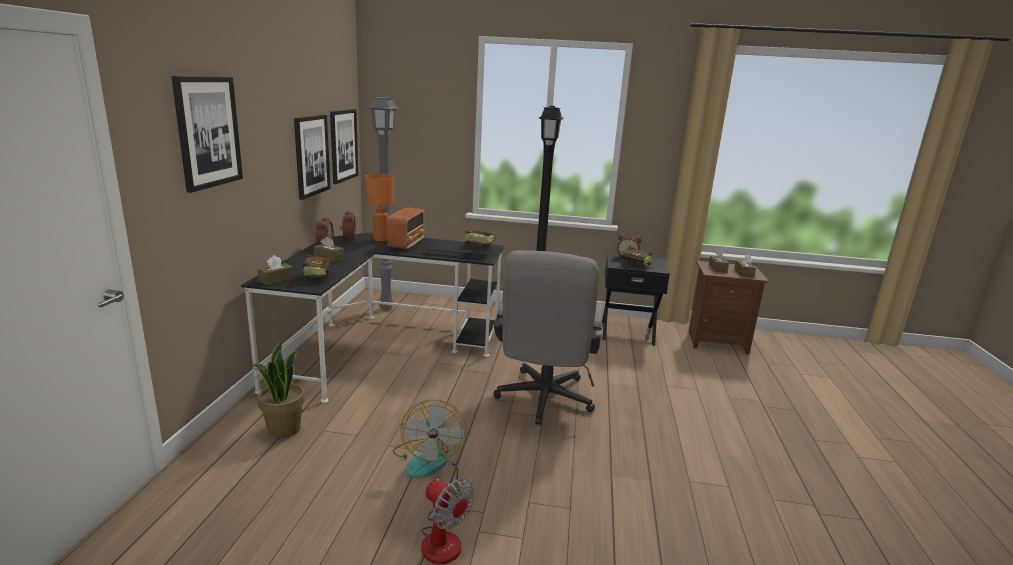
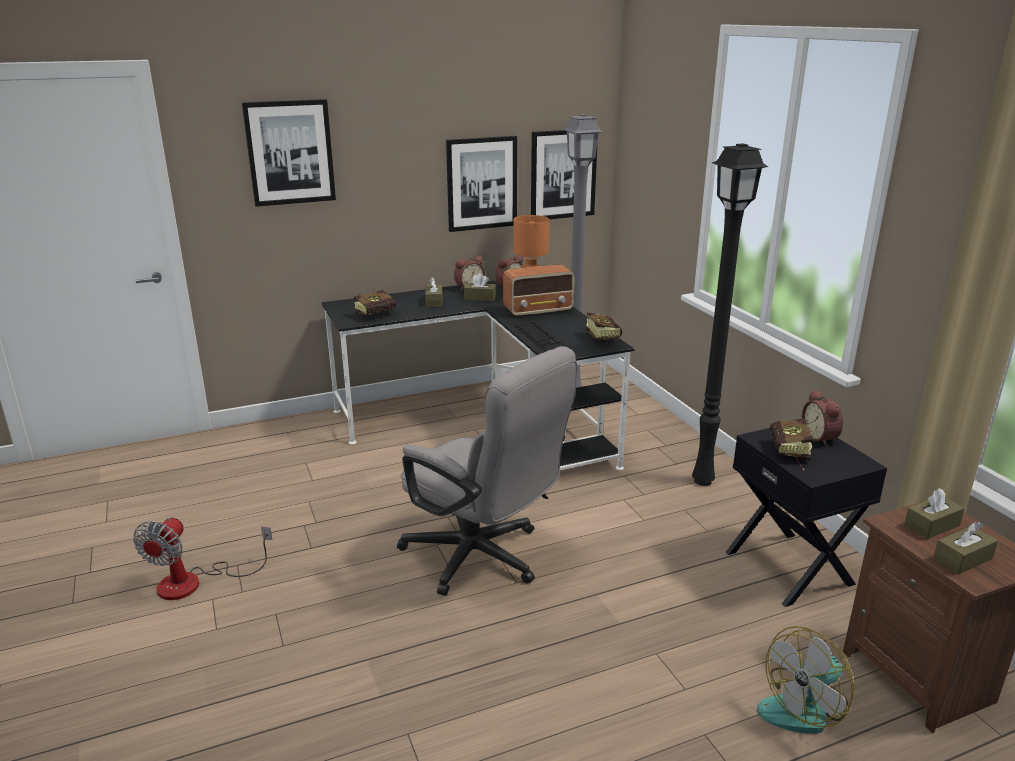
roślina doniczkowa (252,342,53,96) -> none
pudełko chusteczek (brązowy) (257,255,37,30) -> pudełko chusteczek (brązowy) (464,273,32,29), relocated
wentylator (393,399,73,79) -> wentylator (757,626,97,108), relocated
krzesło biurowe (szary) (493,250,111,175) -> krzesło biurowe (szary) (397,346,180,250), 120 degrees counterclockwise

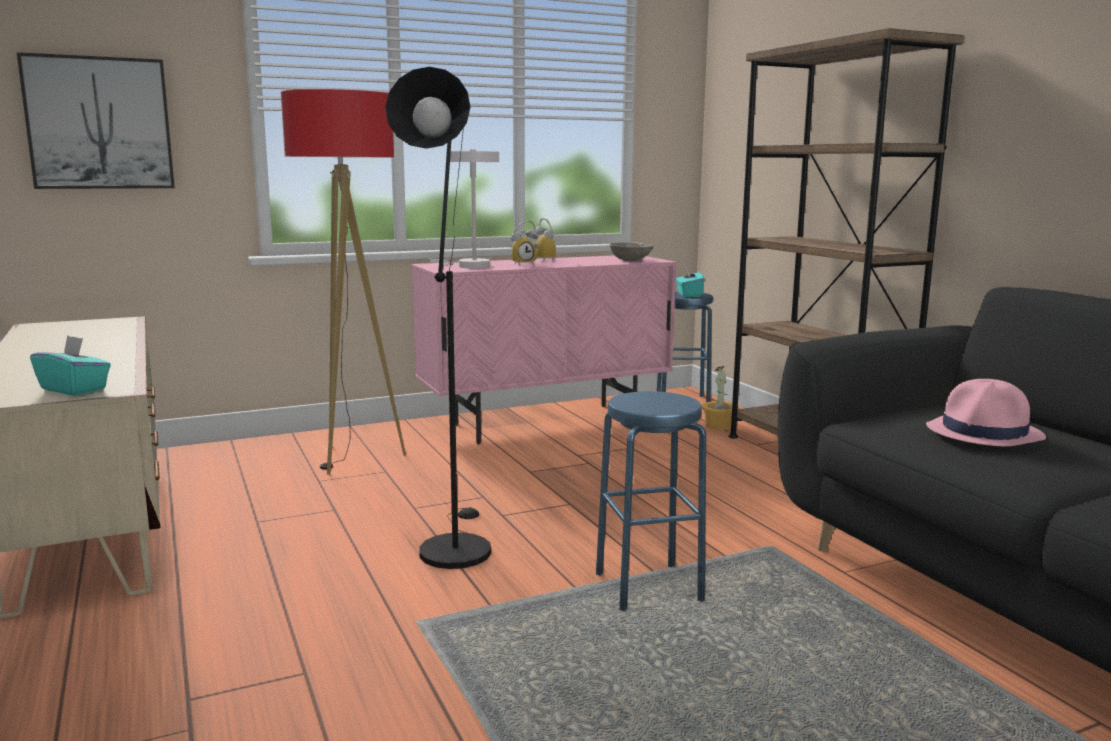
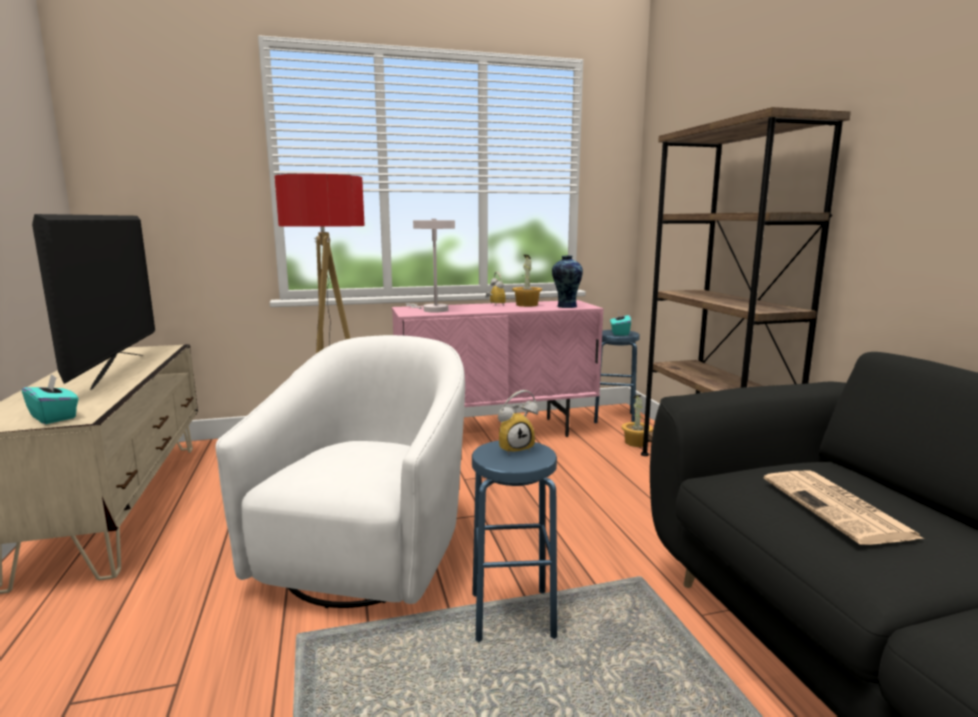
obraz (17,52,158,137) -> none
none -> telewizor (32,214,123,176)
none -> roślina doniczkowa (512,255,30,52)
budzik (511,220,27,45) -> budzik (498,390,41,65), relocated
lampa stojąca (czarny) (385,67,106,502) -> fotel (biały) (216,335,249,273)
miska (szary) (610,243,44,18) -> wazon (552,255,31,53)
kapelusz (różowy) (926,379,120,67) -> gazeta (764,470,160,75)

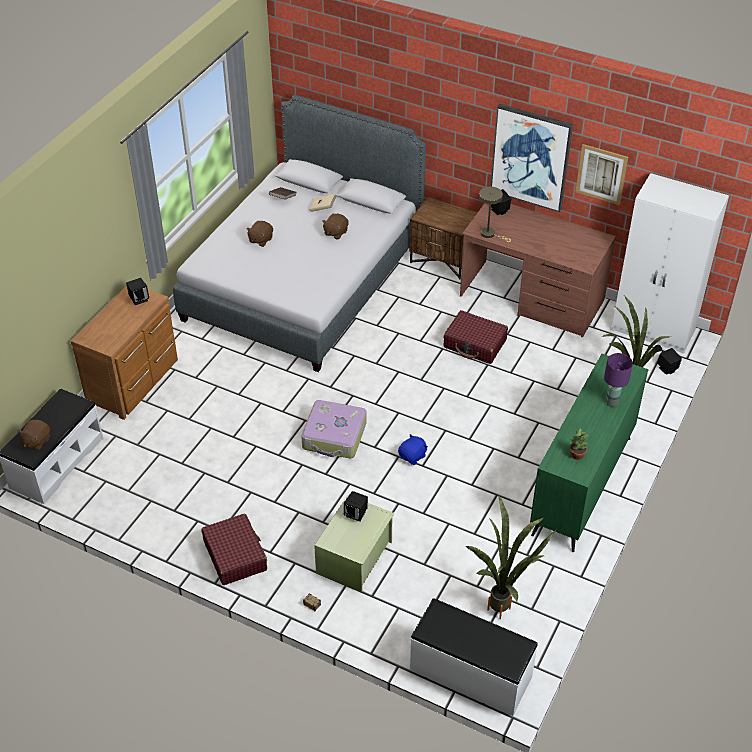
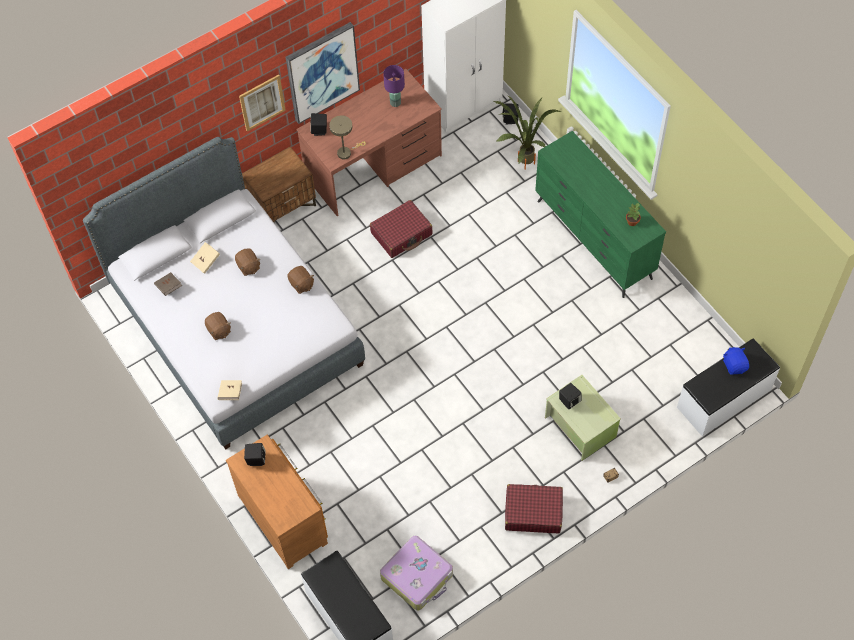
roślina doniczkowa (465,496,92,123) -> none
none -> książka (beżowy) (217,380,25,20)
pluszak (brązowy) (18,420,32,30) -> pluszak (brązowy) (287,266,27,28), relocated
walizka (301,400,65,58) -> walizka (380,536,73,74), relocated
pluszak (niebieski) (398,434,30,31) -> pluszak (niebieski) (723,347,26,28), relocated
obraz (576,144,52,61) -> obraz (239,74,47,58), relocated
lampa stołowa (fioletowy) (604,353,29,54) -> lampa stołowa (fioletowy) (383,65,22,42), relocated

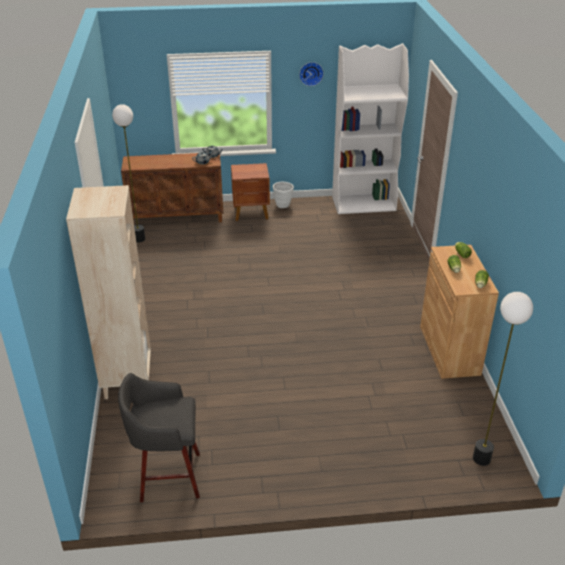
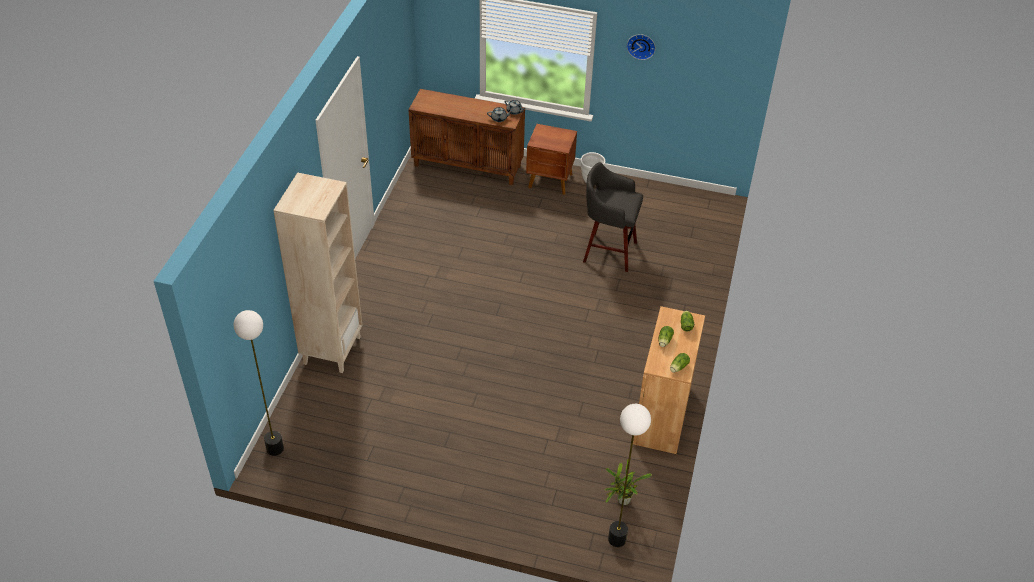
regał (biały) (332,43,77,171) -> none
none -> roślina doniczkowa (605,459,47,46)
lampa stojąca (112,104,33,139) -> lampa stojąca (234,310,50,146), relocated
stołek (szary) (118,373,82,129) -> stołek (szary) (583,162,60,110), relocated

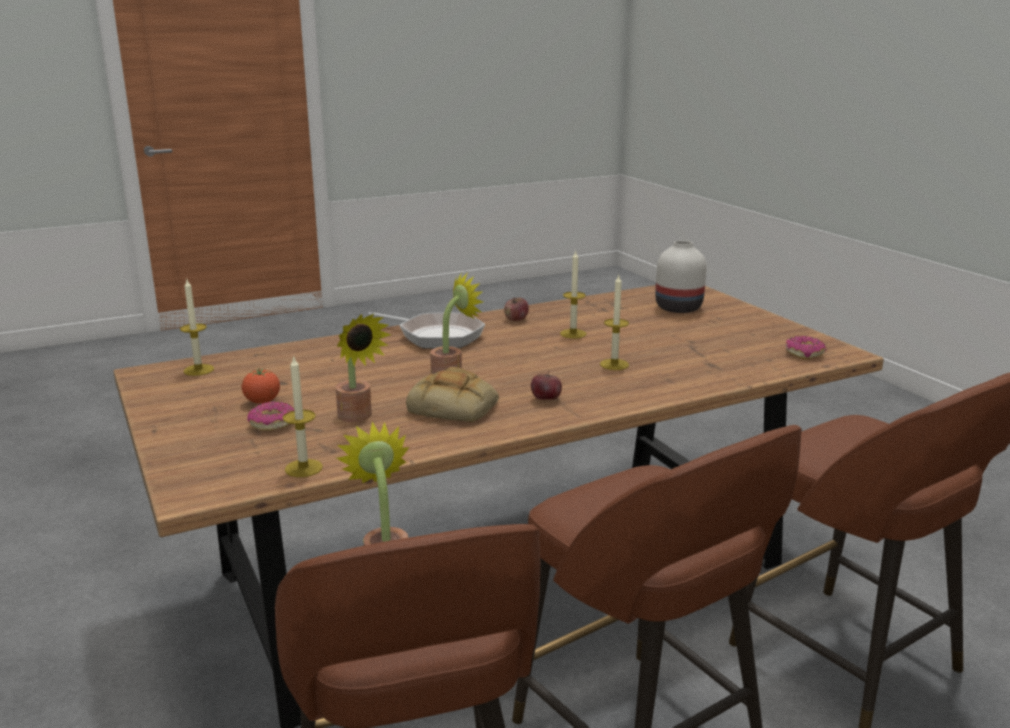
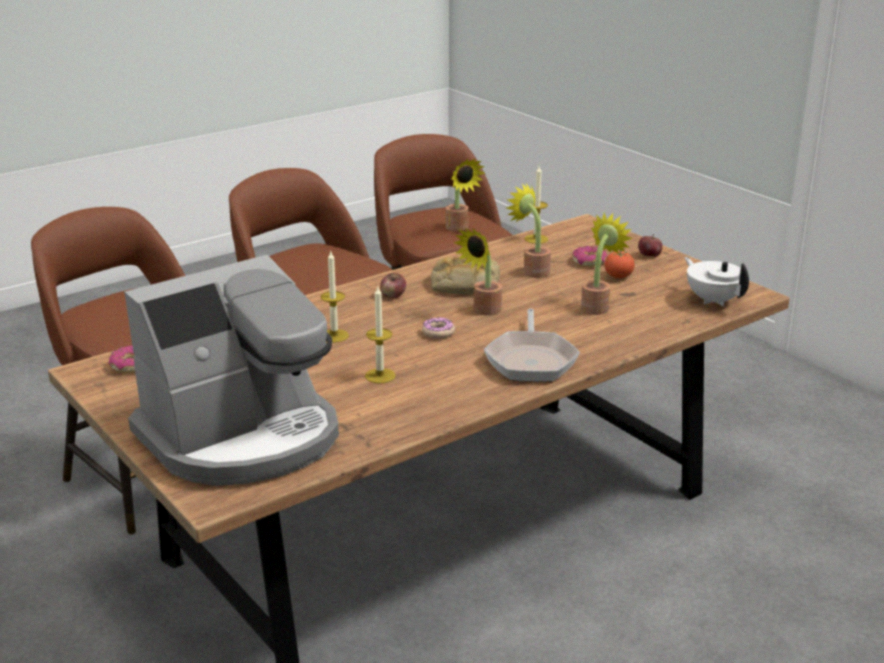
none -> donut (422,317,33,22)
none -> roślina doniczkowa (581,212,51,103)
jabłko (504,297,25,24) -> jabłko (638,234,25,23), relocated
świeca (180,279,34,97) -> imbryk (biały) (685,257,64,49)
wazon (biały) (655,240,52,73) -> ekspres do kawy (124,255,215,231)
patelnia (368,312,117,37) -> patelnia (484,309,96,73), 105 degrees counterclockwise

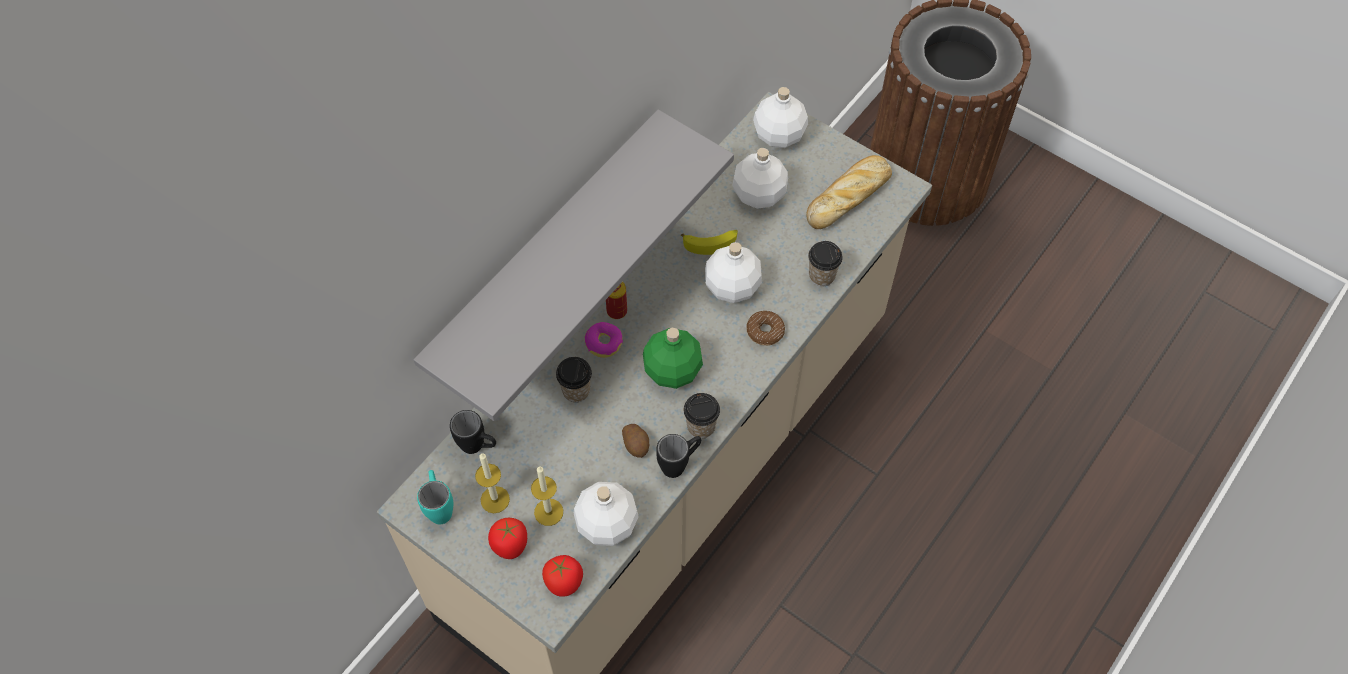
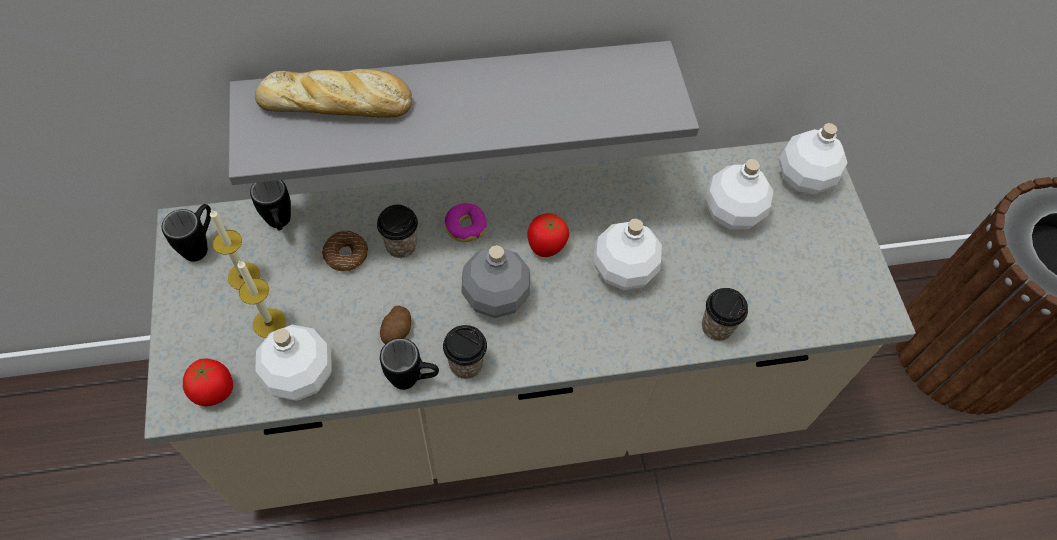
puszka (606,282,21,37) -> none
banan (681,230,57,25) -> none
pomidor (488,518,39,41) -> pomidor (527,213,42,44), relocated
donut (746,311,39,35) -> donut (322,231,46,41), relocated
chleb (806,155,86,74) -> chleb (254,69,158,48), relocated
kubek (turkusowy) (417,470,36,54) -> kubek (czarny) (162,204,49,57)
butelka (zielony) (643,328,60,61) -> butelka (szary) (461,245,69,73)

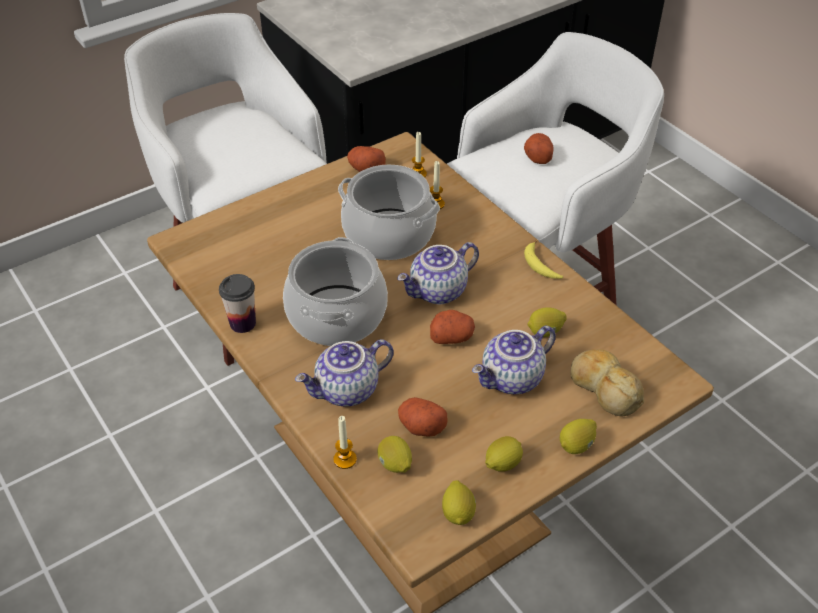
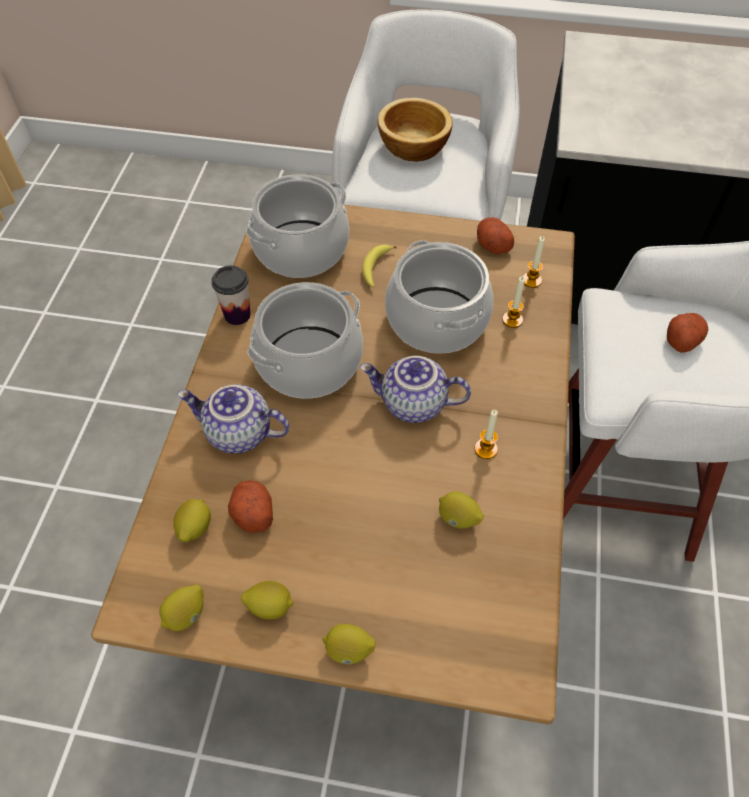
ziemniak (430,310,45,34) -> none
imbryk (472,326,84,68) -> none
chleb (570,349,74,68) -> none
none -> garnek (246,174,103,104)
none -> miska (378,98,75,64)
świeca (333,416,24,53) -> świeca (474,410,24,49), relocated
banan (524,241,39,38) -> banan (362,245,35,42), relocated

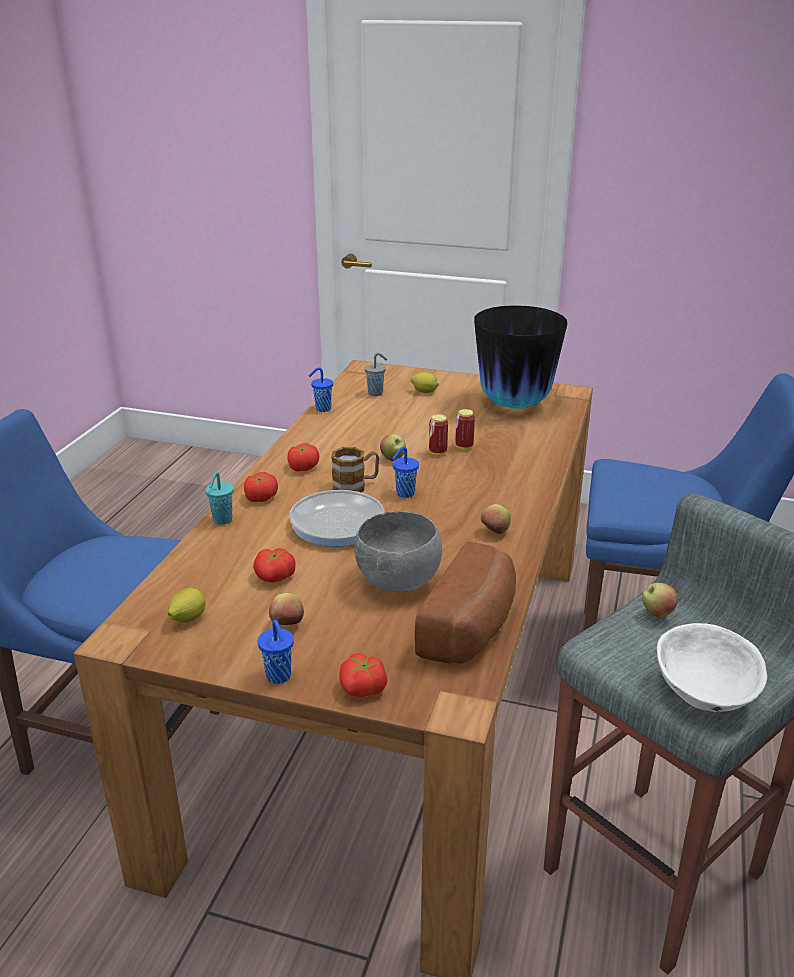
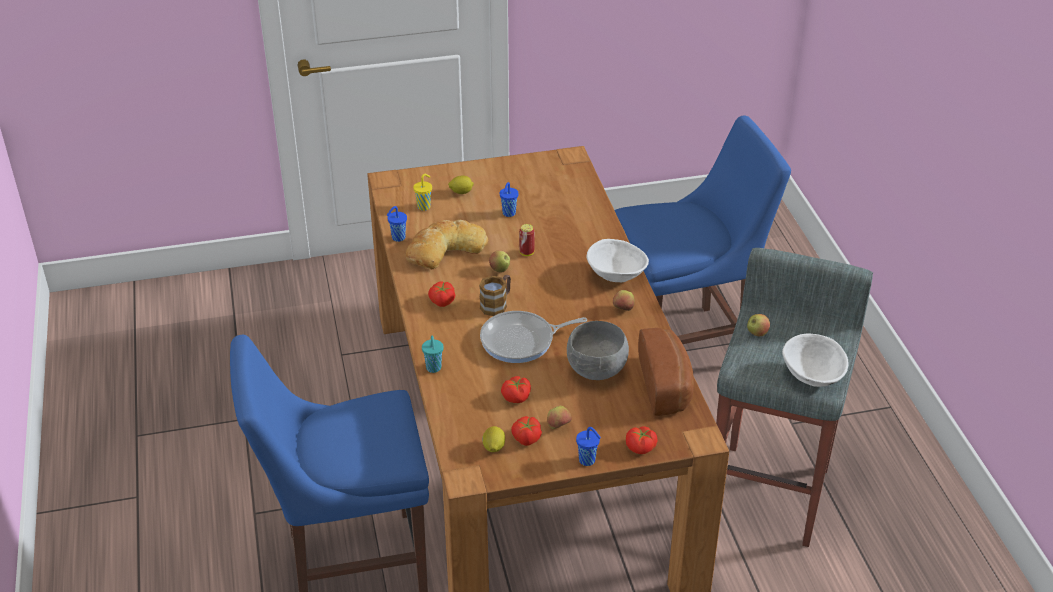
puszka (455,409,20,41) -> none
wazon (474,305,94,104) -> none
none -> chleb (406,220,82,49)
none -> miska (biały) (586,239,63,43)
pomidor (244,472,34,30) -> pomidor (511,416,31,30), relocated
filiżanka (niebieski) (392,447,27,51) -> filiżanka (niebieski) (500,182,19,35), relocated
filiżanka (szary) (365,353,22,43) -> filiżanka (żółty) (413,174,19,37)

